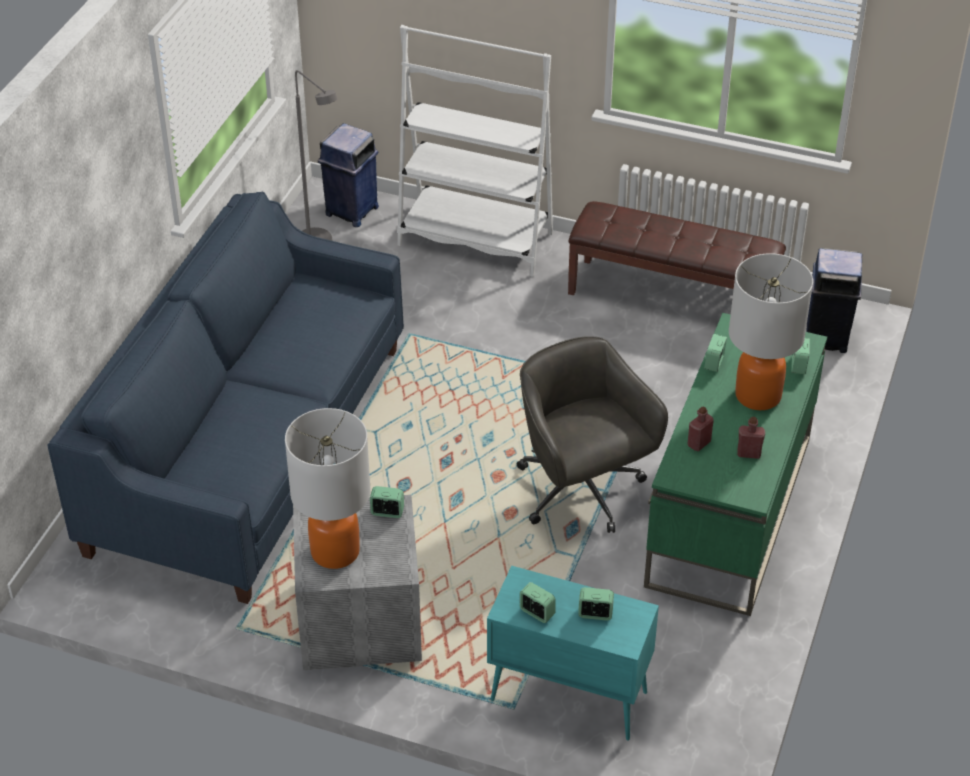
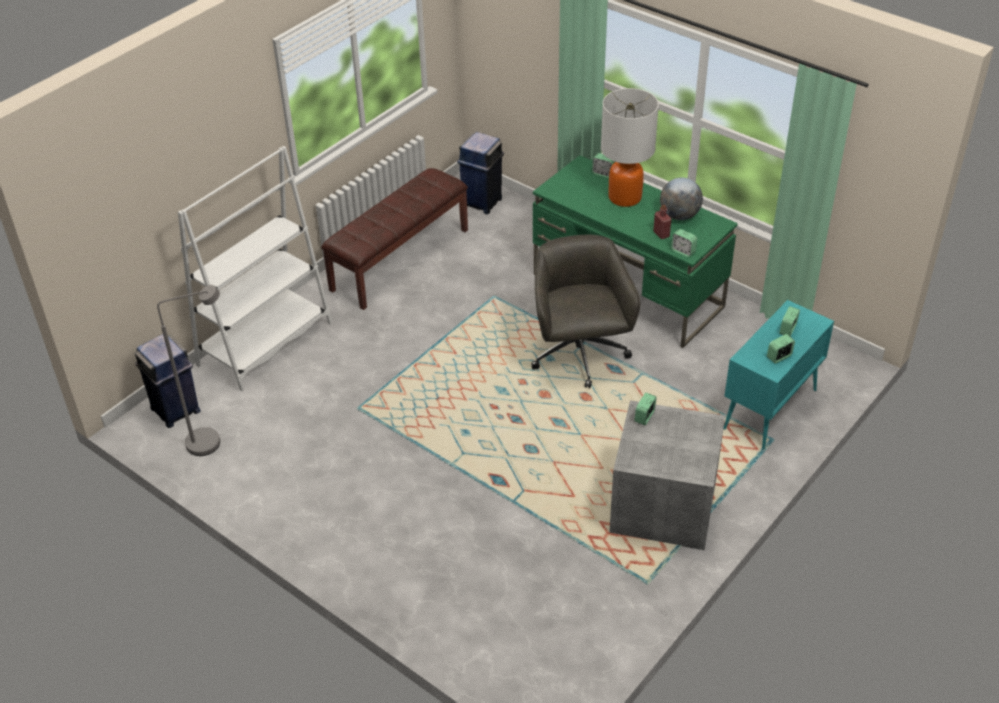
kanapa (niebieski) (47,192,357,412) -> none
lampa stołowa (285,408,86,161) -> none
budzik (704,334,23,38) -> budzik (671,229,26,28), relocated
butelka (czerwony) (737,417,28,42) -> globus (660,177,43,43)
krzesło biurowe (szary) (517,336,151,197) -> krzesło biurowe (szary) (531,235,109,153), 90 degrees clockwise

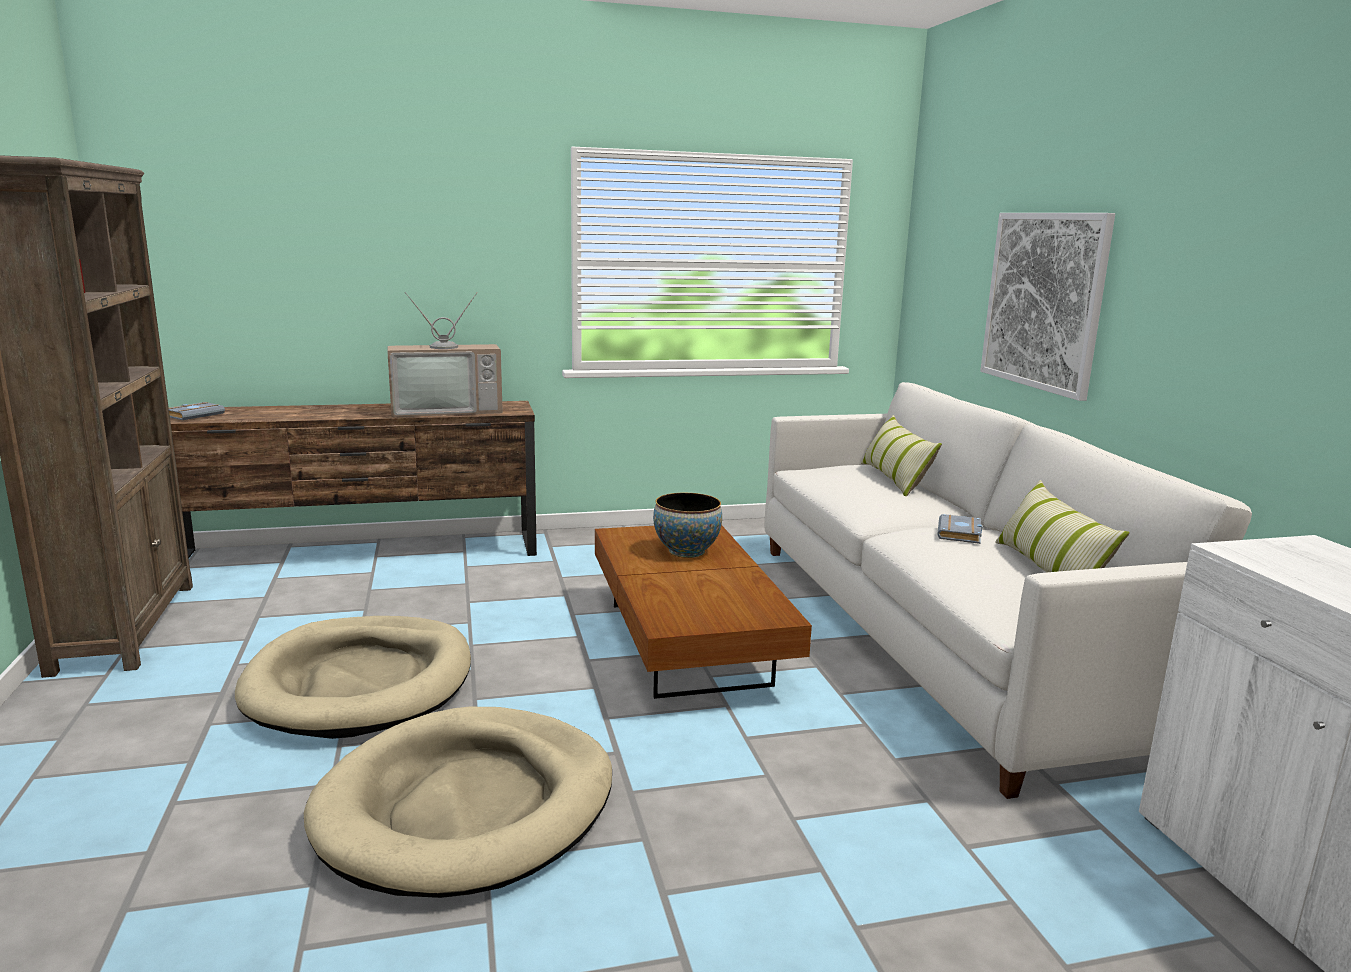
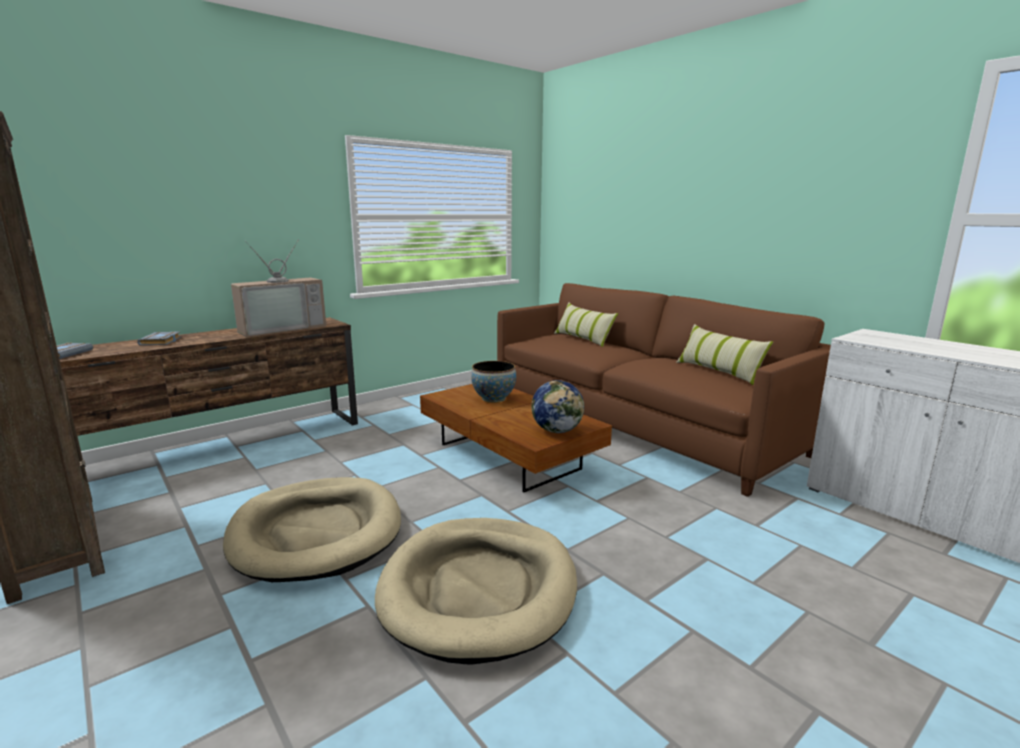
obraz (980,213,135,188) -> none
none -> globus (531,380,53,53)
książka (szary) (937,514,45,30) -> książka (szary) (137,331,44,15), relocated
kanapa (biały) (765,382,487,417) -> kanapa (brązowy) (497,283,334,214)

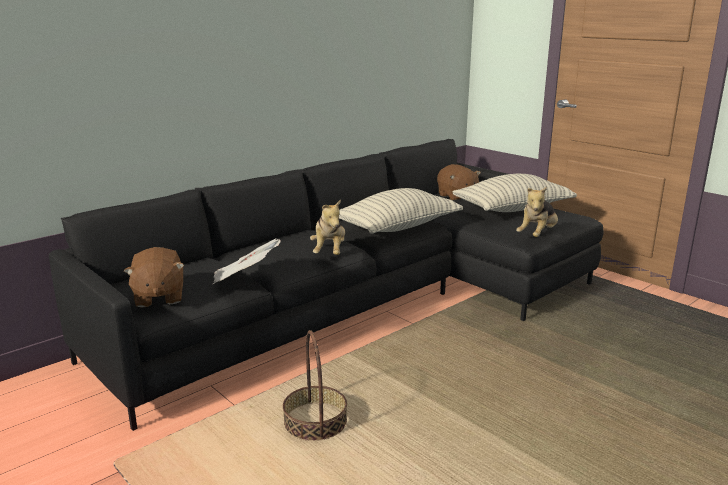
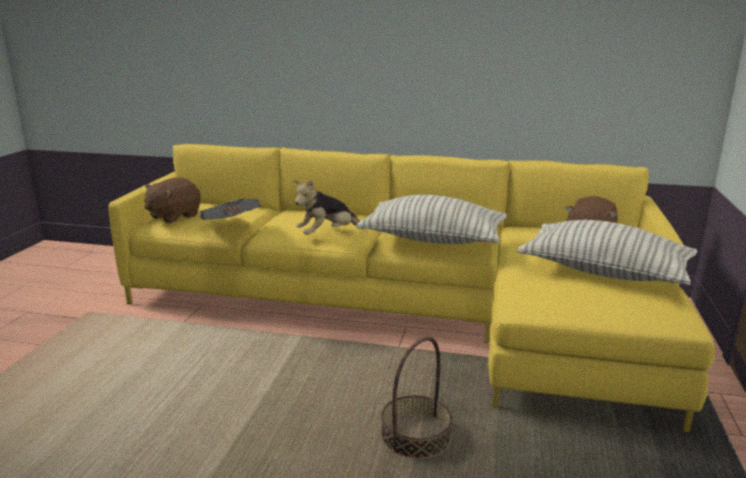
pluszak (516,186,42,51) -> none
koszyk (283,330,64,111) -> koszyk (381,336,71,123), relocated
kanapa (czarny) (49,139,555,292) -> kanapa (żółty) (109,144,606,288)

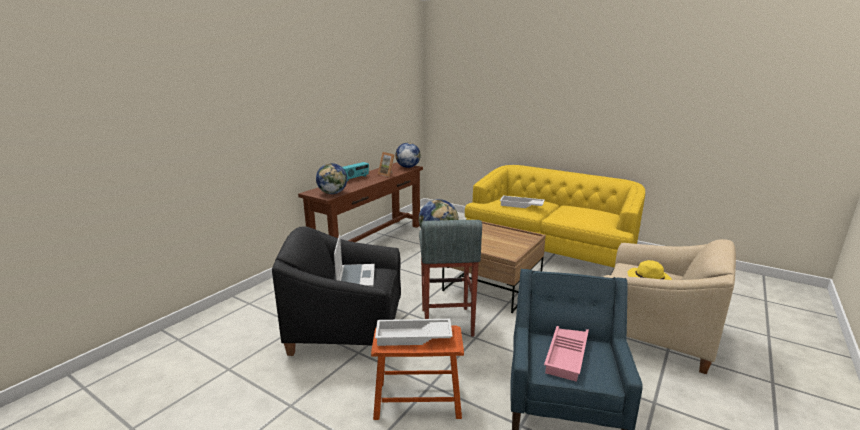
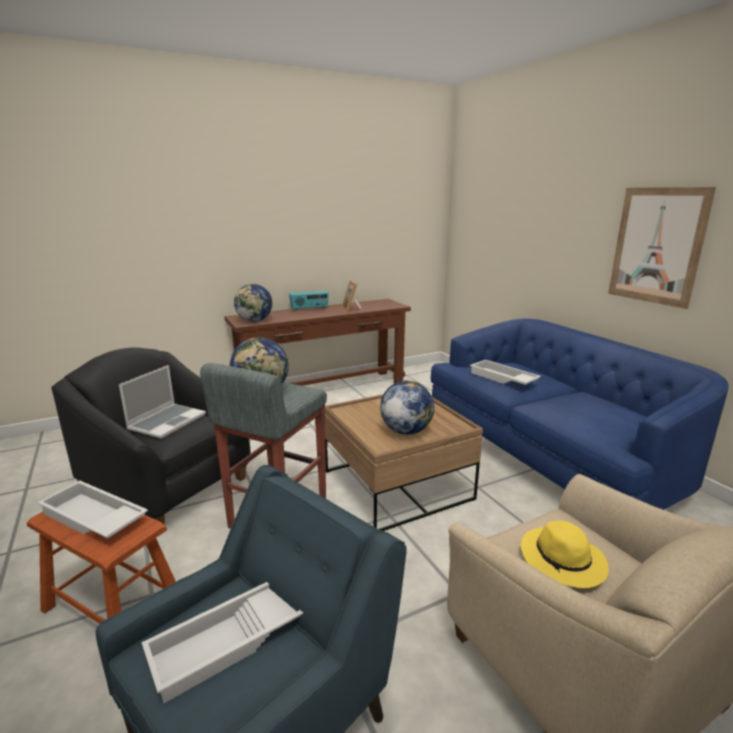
none -> obraz (608,187,108,122)
globus (395,142,26,26) -> globus (380,381,54,54), relocated
kanapa (żółty) (465,165,180,103) -> kanapa (niebieski) (431,319,298,191)
taca (różowy) (544,326,45,56) -> taca (biały) (142,582,161,121)

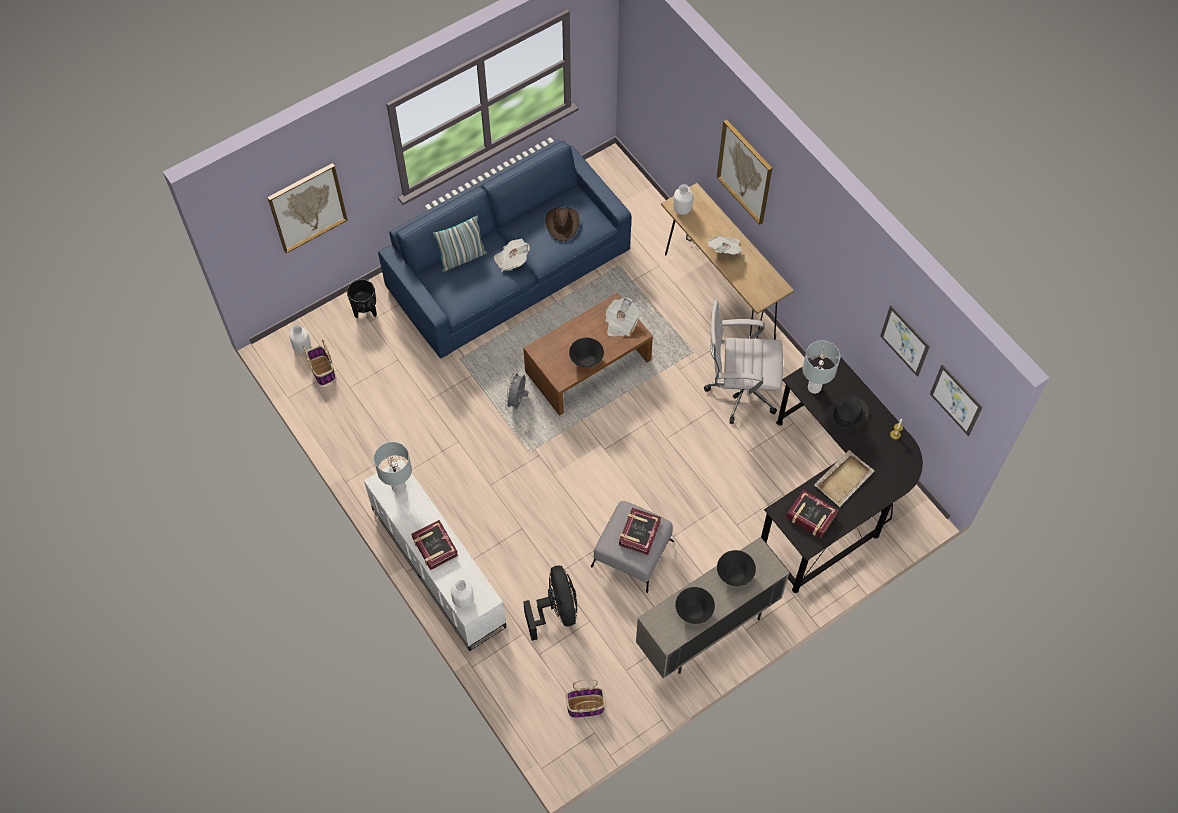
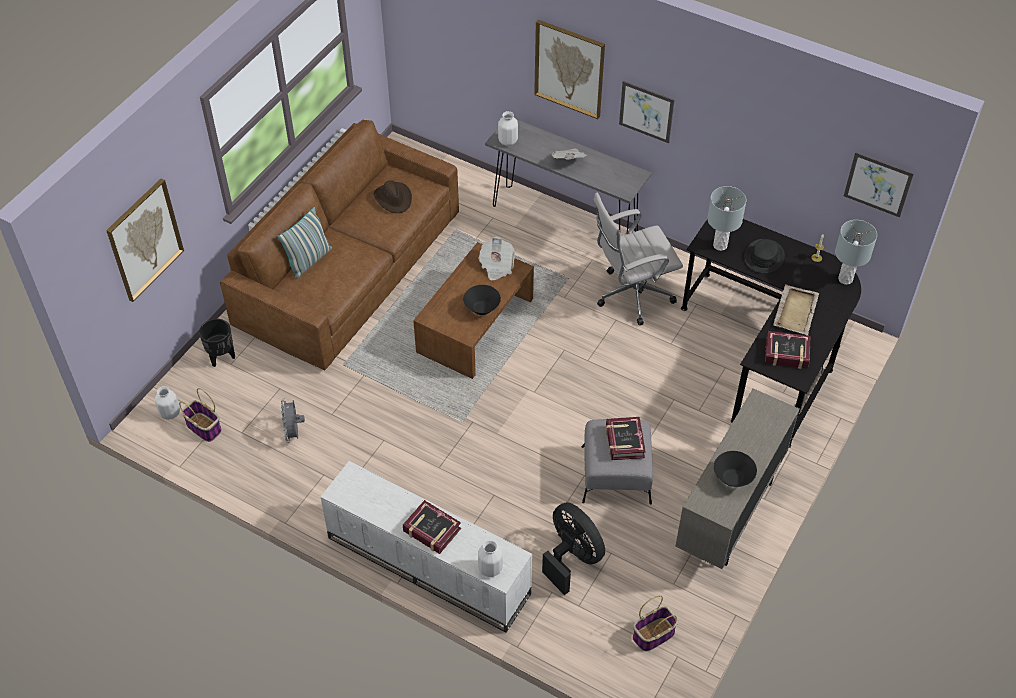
gazeta (494,239,36,33) -> none
miska (czarny) (717,550,39,36) -> none
lampa stołowa (szary) (374,442,38,51) -> lampa stołowa (szary) (835,220,42,65), relocated
wentylator (szary) (505,372,24,38) -> wentylator (szary) (281,398,24,45), relocated
obraz (880,305,50,72) -> obraz (619,81,56,62), relocated
kanapa (niebieski) (378,139,253,220) -> kanapa (brązowy) (220,119,239,251)
stolik konsolowy (brązowy) (661,183,133,157) -> stolik konsolowy (szary) (485,119,167,113)

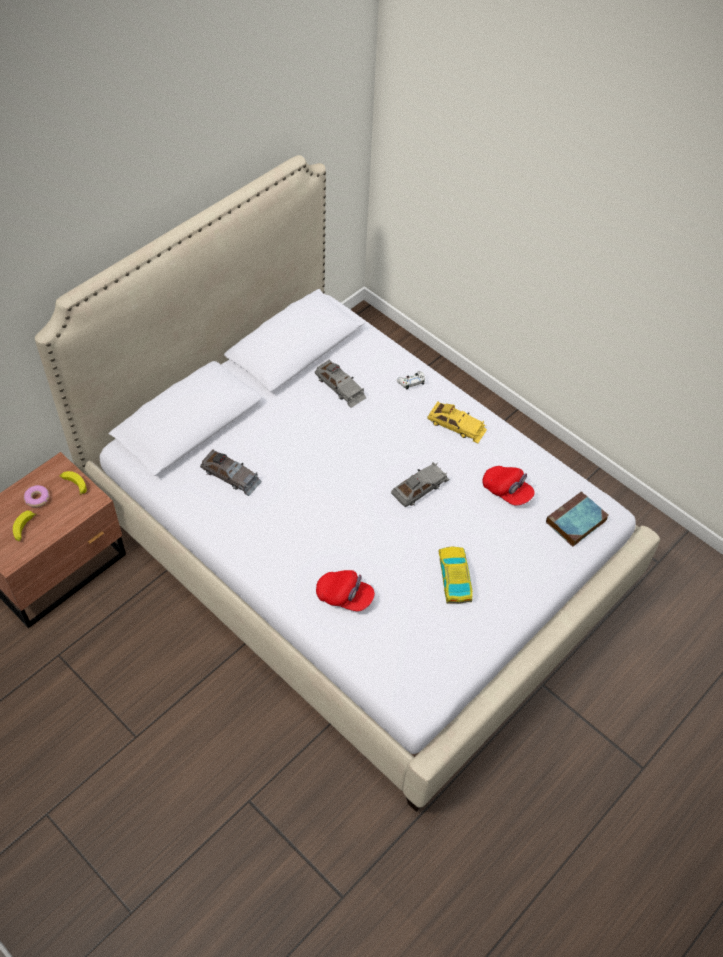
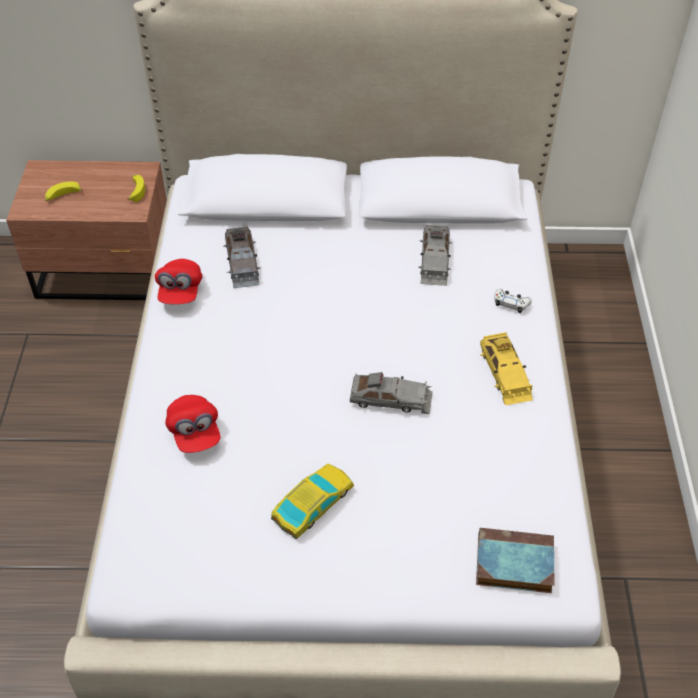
donut (24,485,26,22) -> none
czapka z daszkiem (czerwony) (482,466,53,40) -> czapka z daszkiem (czerwony) (155,259,47,45), relocated

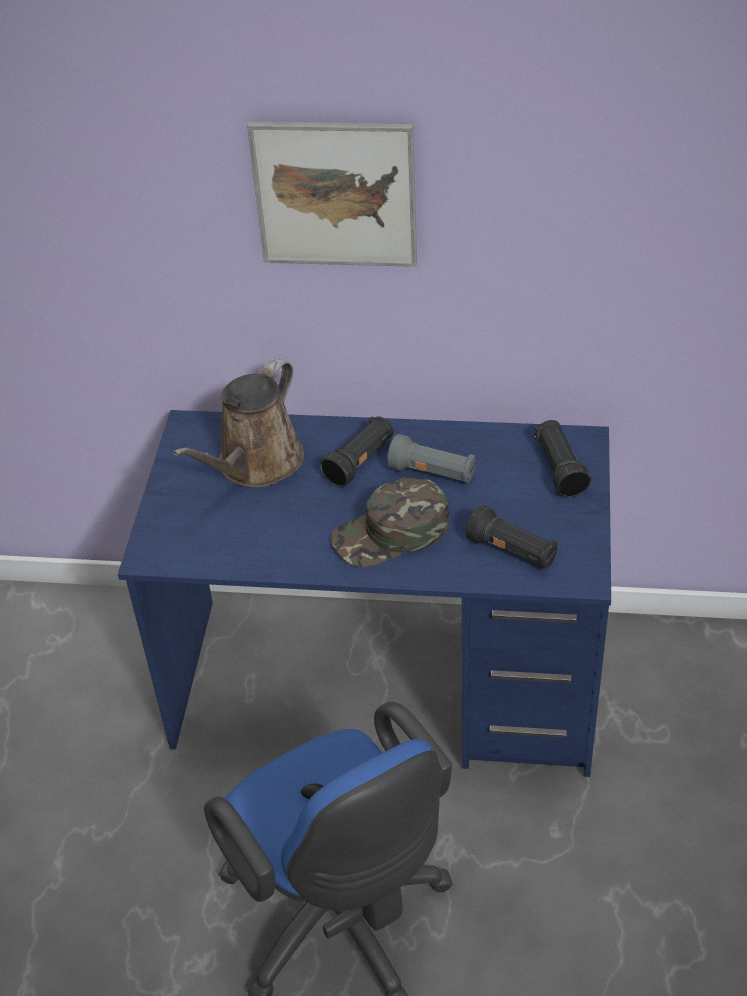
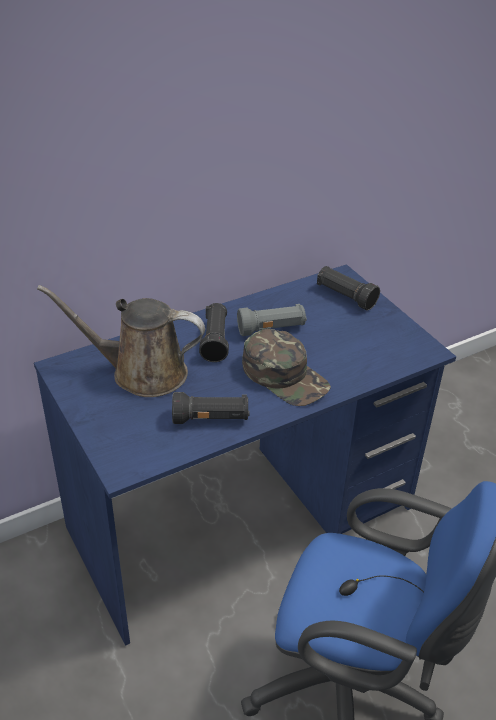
obraz (247,122,170,145) -> none
latarka (czarny) (465,505,93,64) -> latarka (czarny) (172,392,77,32), relocated
konewka (brązowy) (173,358,131,130) -> konewka (brązowy) (37,285,168,112), 105 degrees clockwise
czapka z daszkiem (zielony) (331,477,119,91) -> czapka z daszkiem (zielony) (242,329,89,77), 75 degrees counterclockwise

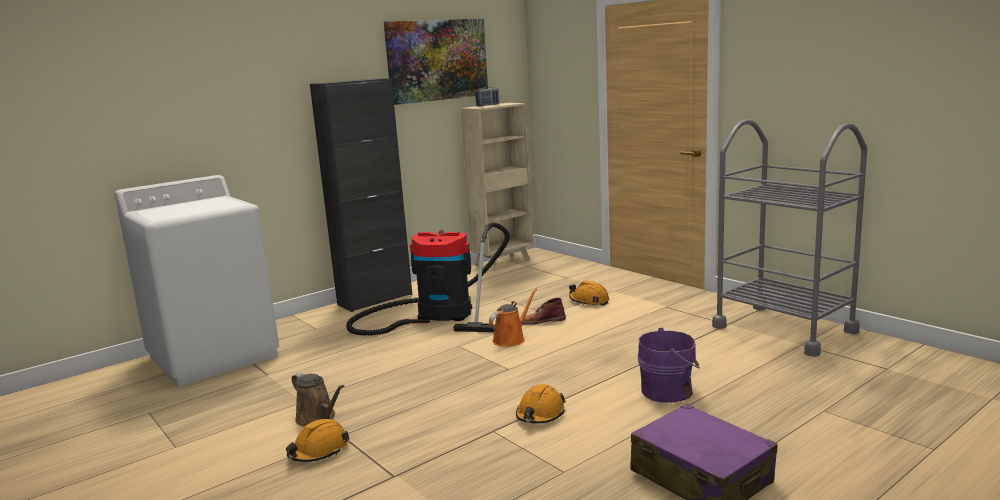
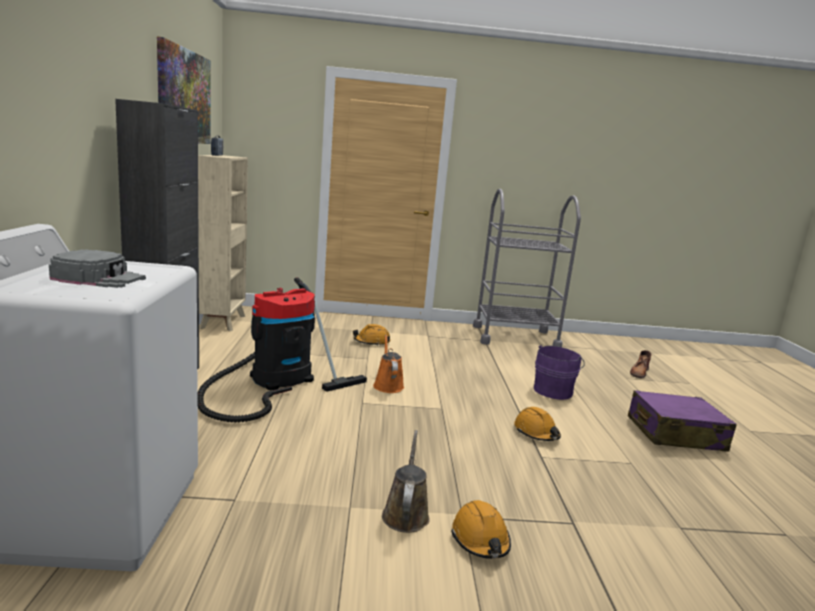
none -> czapka z daszkiem (szary) (49,249,97,39)
but z cholewką (brązowy) (523,298,43,27) -> but z cholewką (brązowy) (630,350,22,28), relocated
konewka (brązowy) (291,372,53,55) -> konewka (brązowy) (382,430,48,103), 75 degrees counterclockwise

